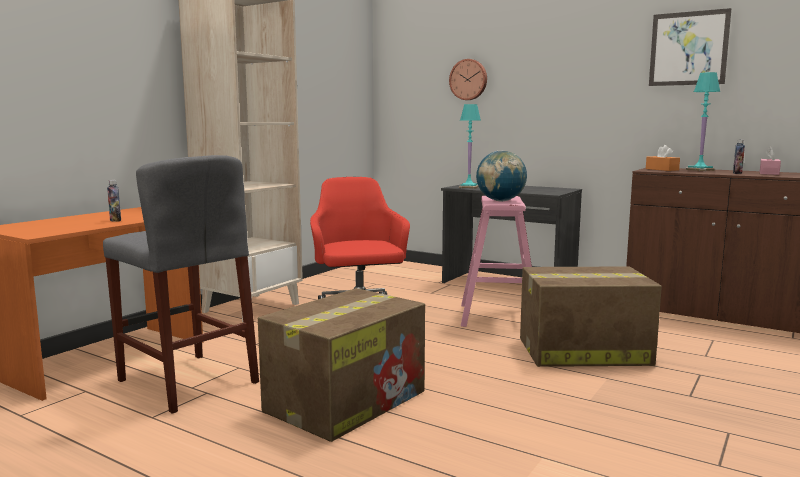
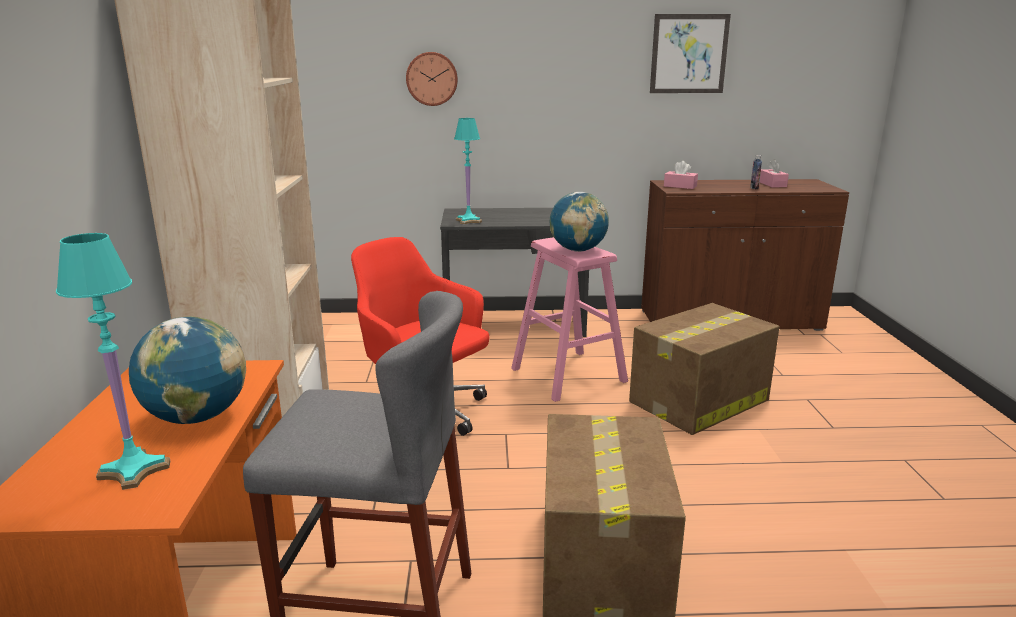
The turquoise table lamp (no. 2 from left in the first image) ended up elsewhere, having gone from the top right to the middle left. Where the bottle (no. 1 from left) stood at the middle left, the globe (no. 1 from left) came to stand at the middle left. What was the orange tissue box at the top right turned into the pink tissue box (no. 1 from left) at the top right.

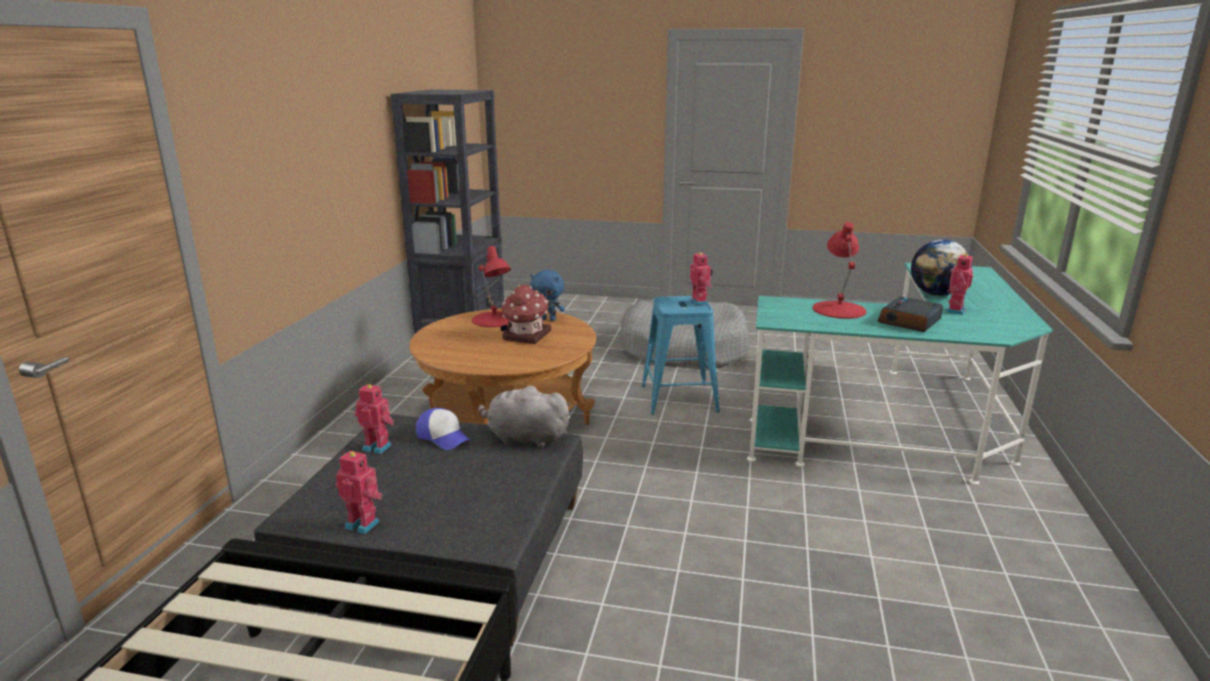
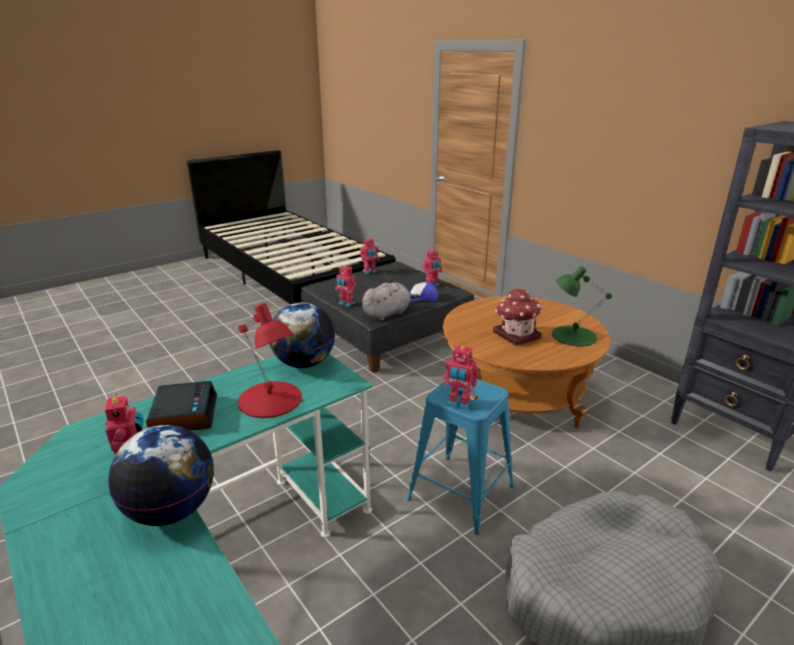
The second view gained the globe (no. 2 from left) at the centre. The second view gained the toy robot (no. 2 from left) at the centre. What was the red table lamp (no. 1 from left) at the centre turned into the green table lamp at the middle right. The second view lost the blue plush toy at the centre.

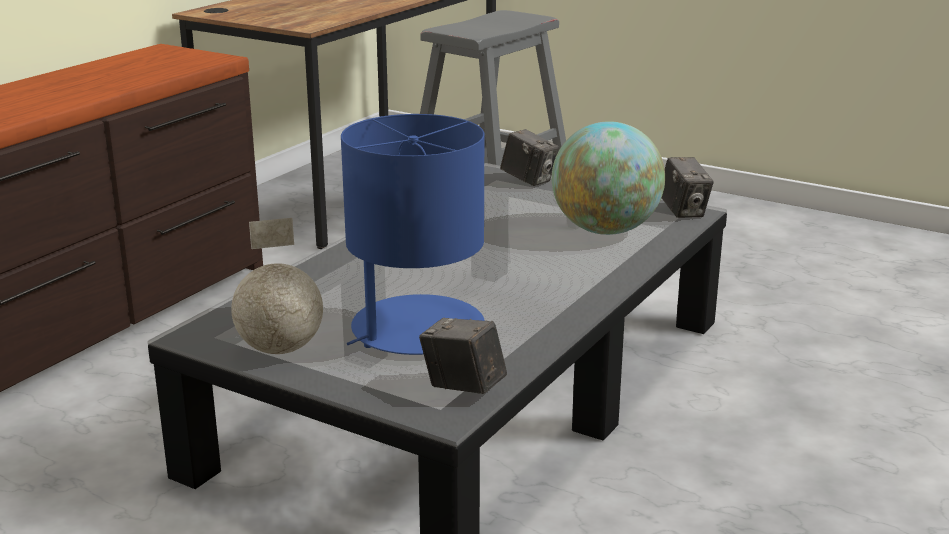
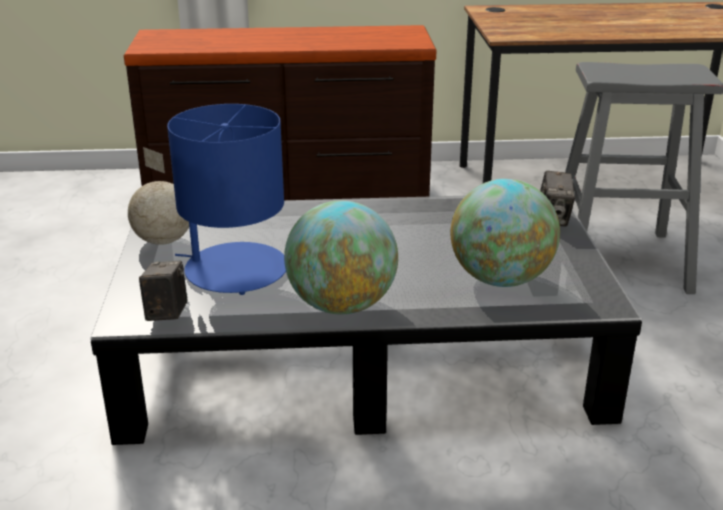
The second view gained the globe (no. 2 from left) at the centre. The second view lost the photo camera (no. 3 from left) at the middle right.

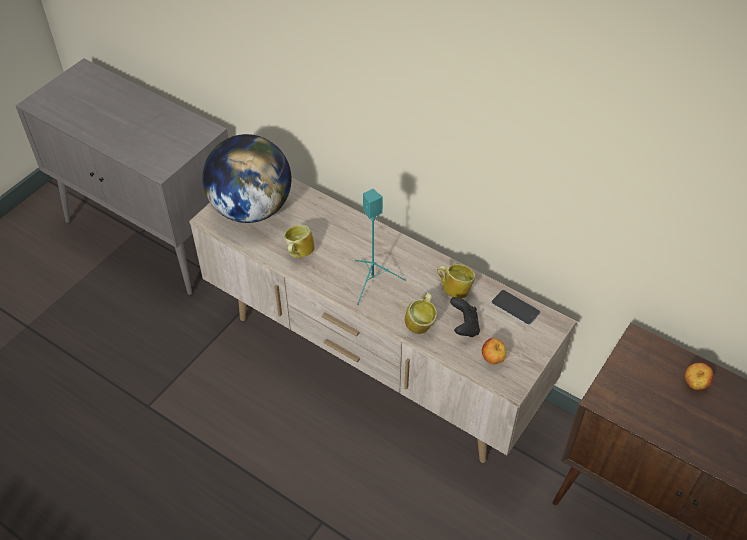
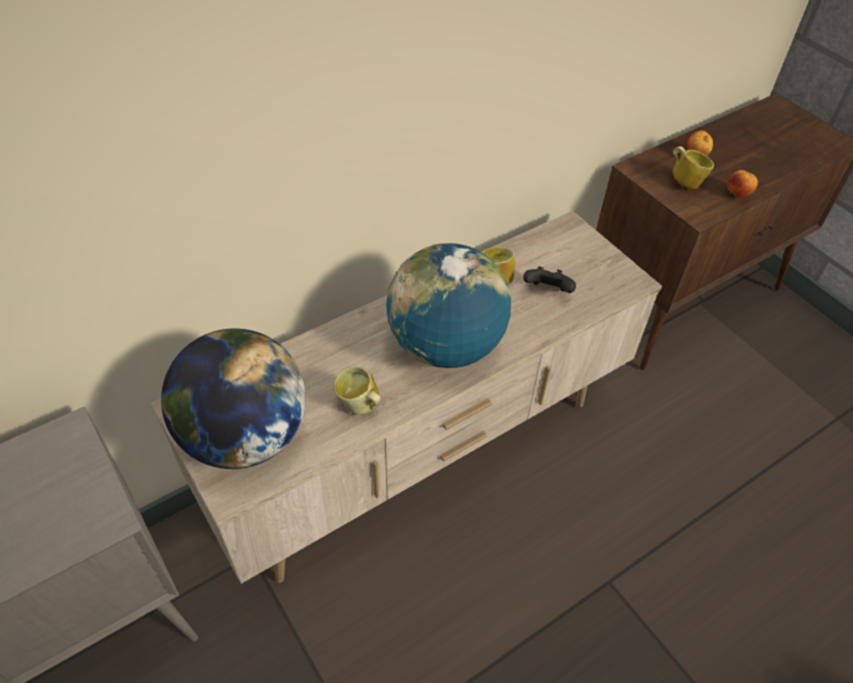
Where the turquoise speaker stood at the centre, the globe (no. 2 from left) came to stand at the centre. The mug (no. 2 from left in the first image) ended up elsewhere, having gone from the centre to the top right. The apple (no. 1 from left in the first image) ended up elsewhere, having gone from the centre to the top right. The second view lost the phone at the middle right.

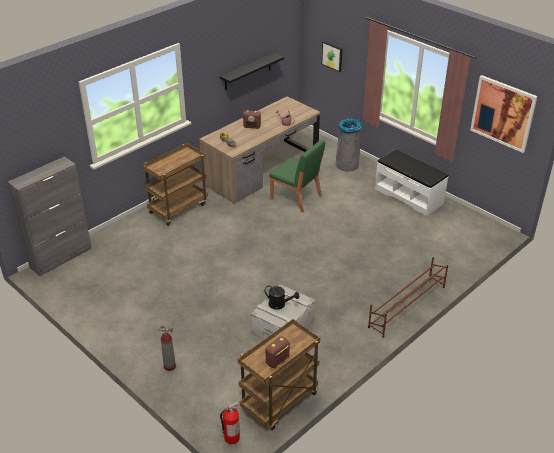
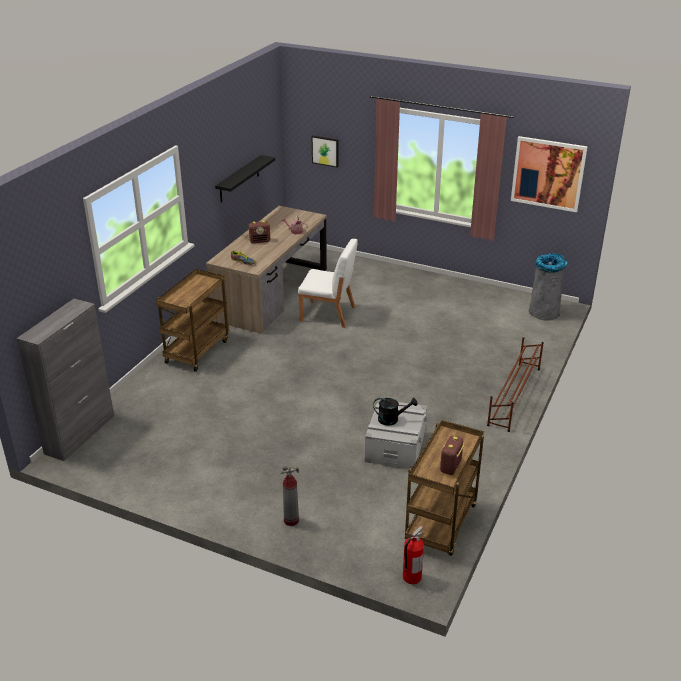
What was the green chair at the centre turned into the white chair at the centre. The grey trash can ended up elsewhere, having gone from the top centre to the middle right. The second view lost the white bench at the middle right.

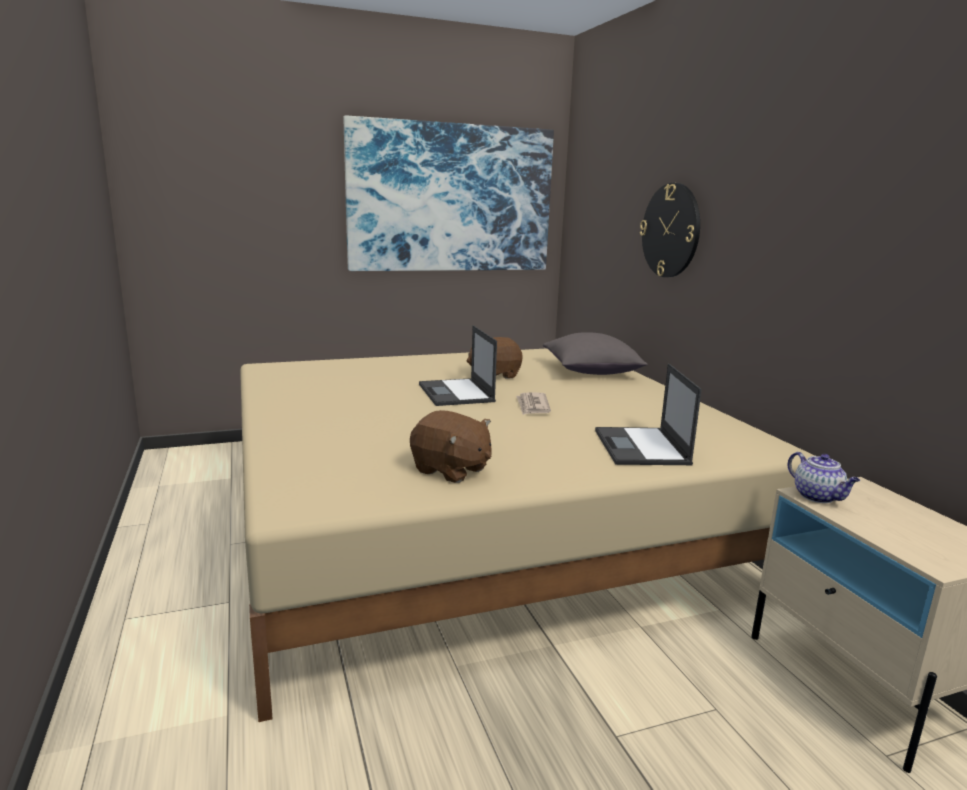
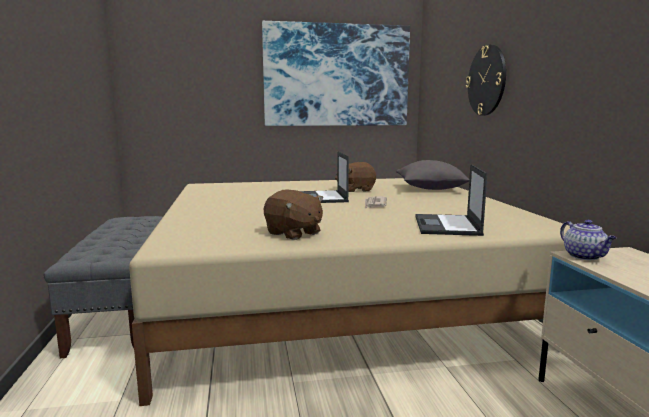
The second view gained the grey bench at the bottom left.

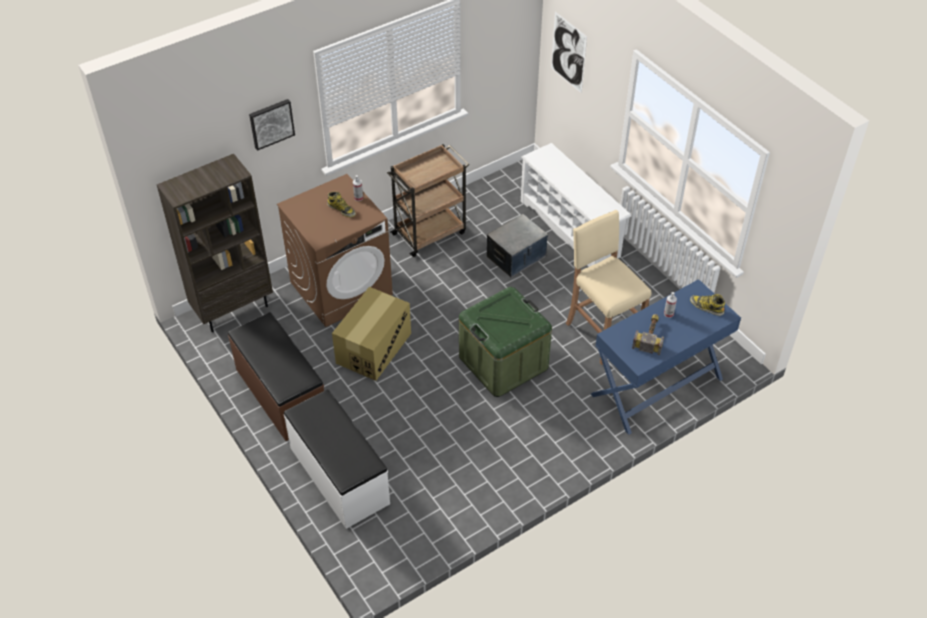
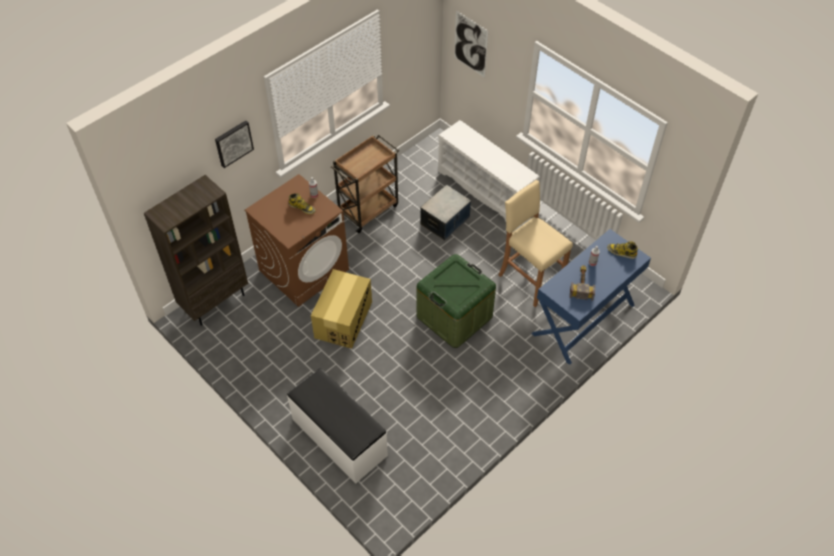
The second view lost the brown bench at the middle left.

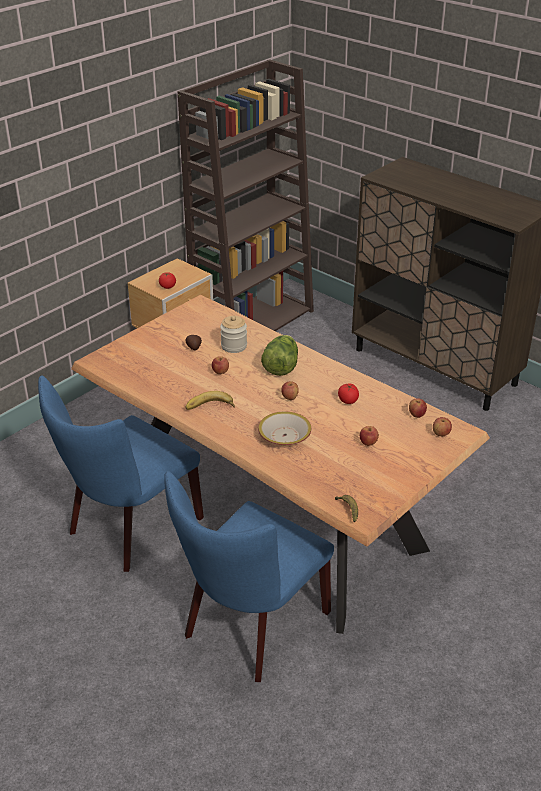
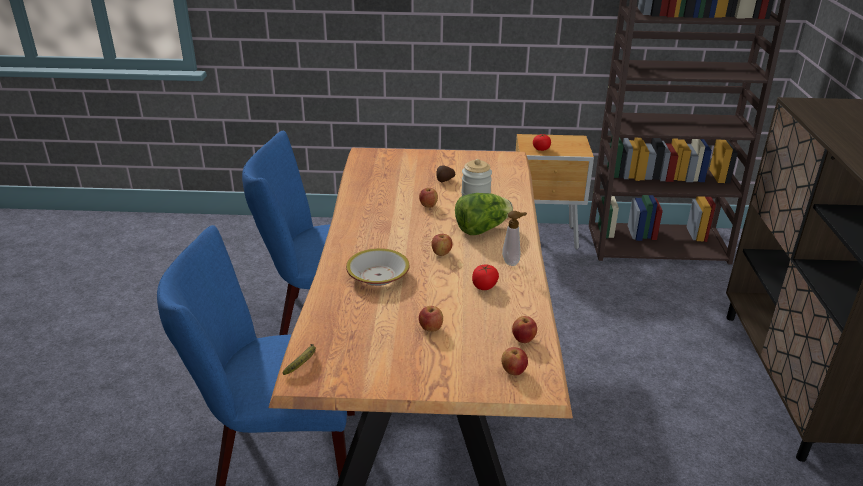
The second view gained the soap dispenser at the centre. The second view lost the banana (no. 1 from left) at the centre.

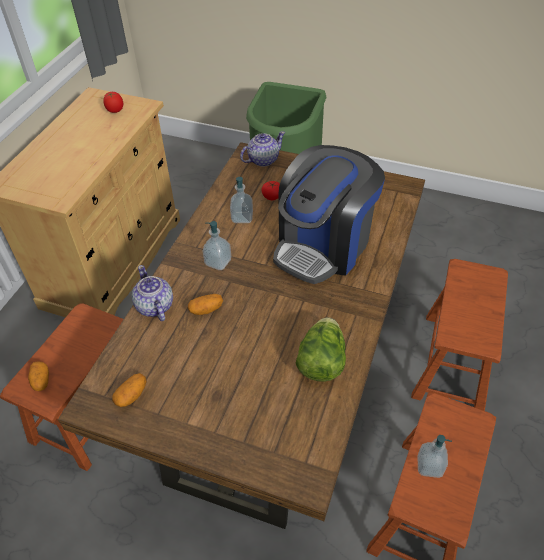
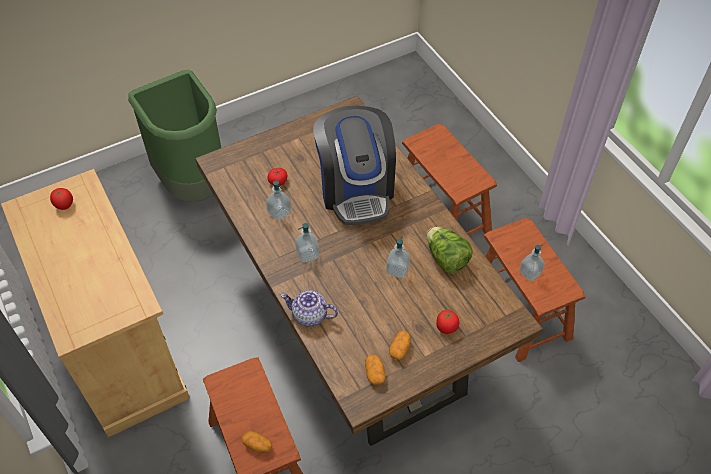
The second view gained the soap dispenser (no. 3 from left) at the centre. The potato (no. 3 from left) ended up elsewhere, having gone from the centre to the bottom centre. The second view gained the tomato (no. 3 from left) at the bottom centre. The second view lost the teapot (no. 2 from left) at the top centre.

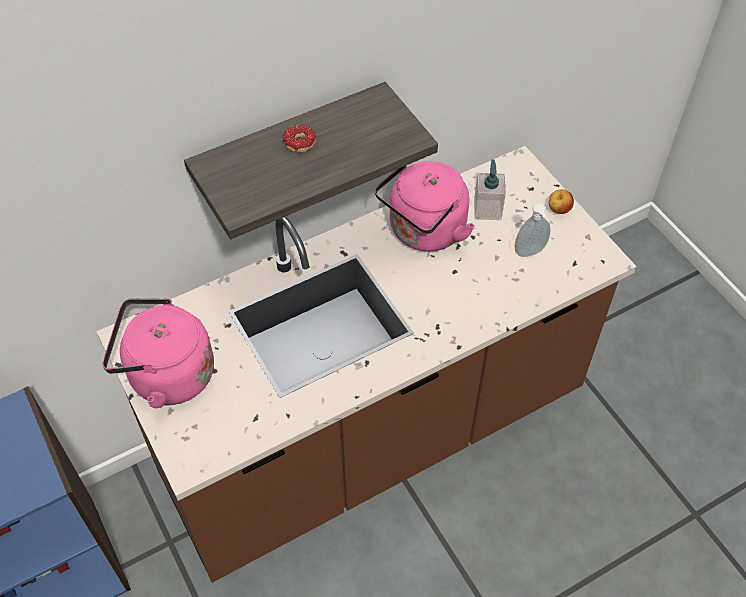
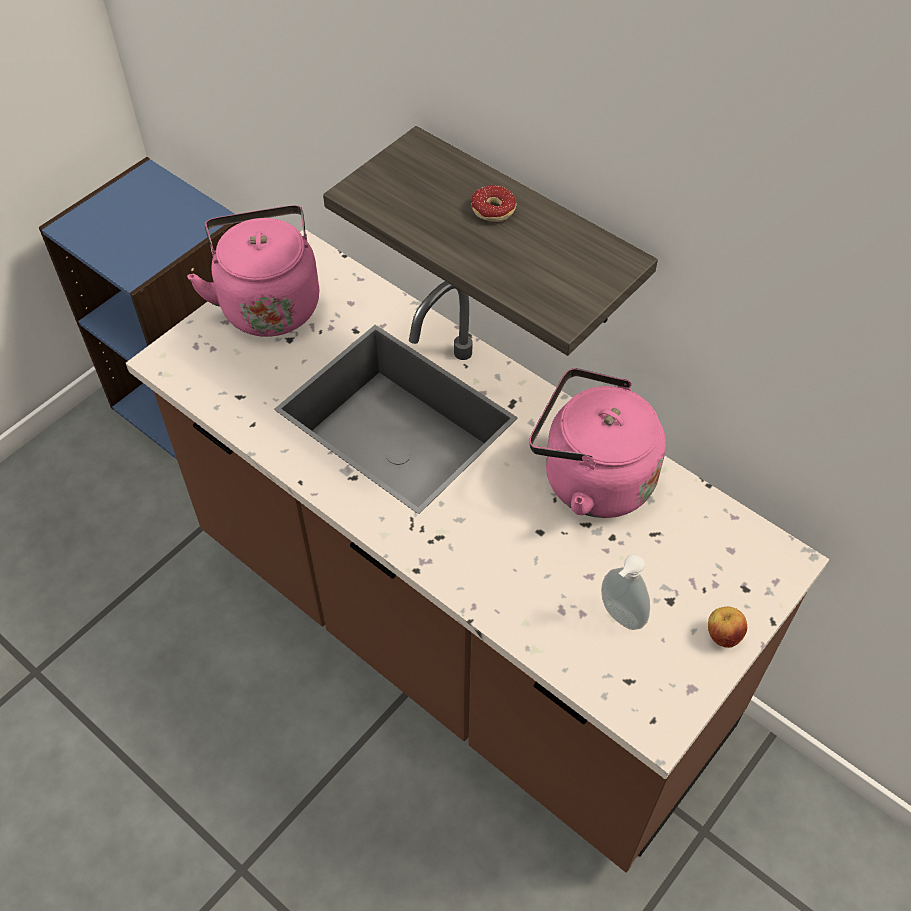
The second view lost the soap dispenser (no. 1 from left) at the top centre.

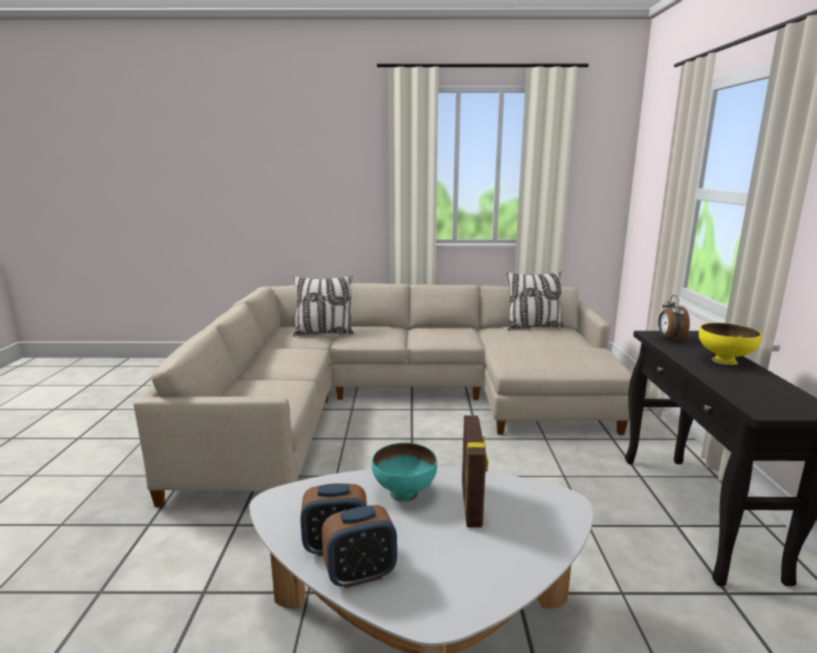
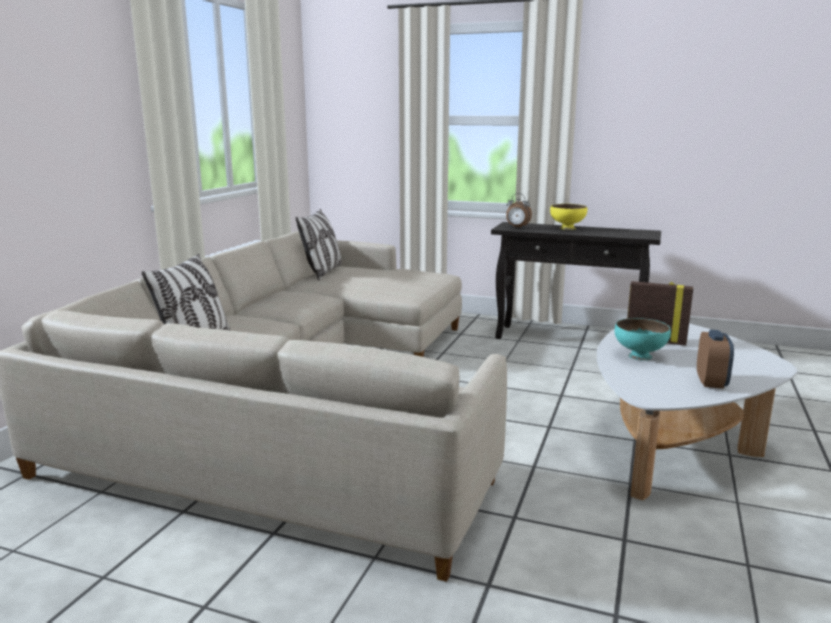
The second view lost the alarm clock (no. 2 from left) at the bottom centre.

